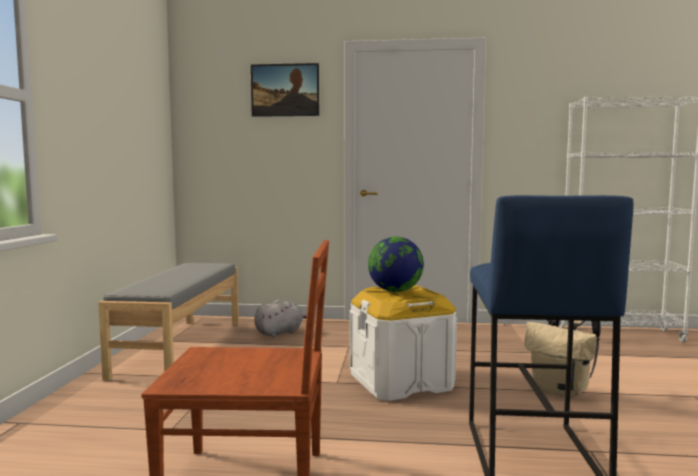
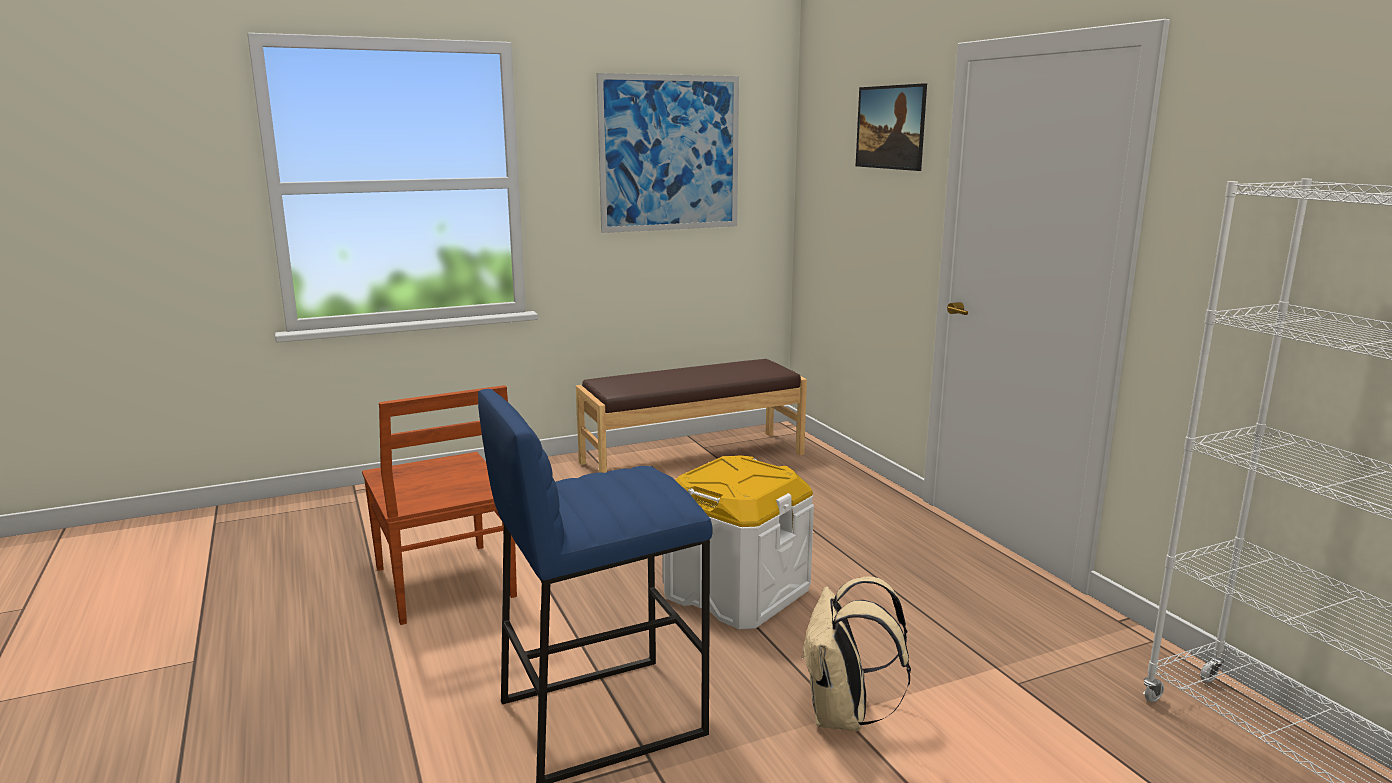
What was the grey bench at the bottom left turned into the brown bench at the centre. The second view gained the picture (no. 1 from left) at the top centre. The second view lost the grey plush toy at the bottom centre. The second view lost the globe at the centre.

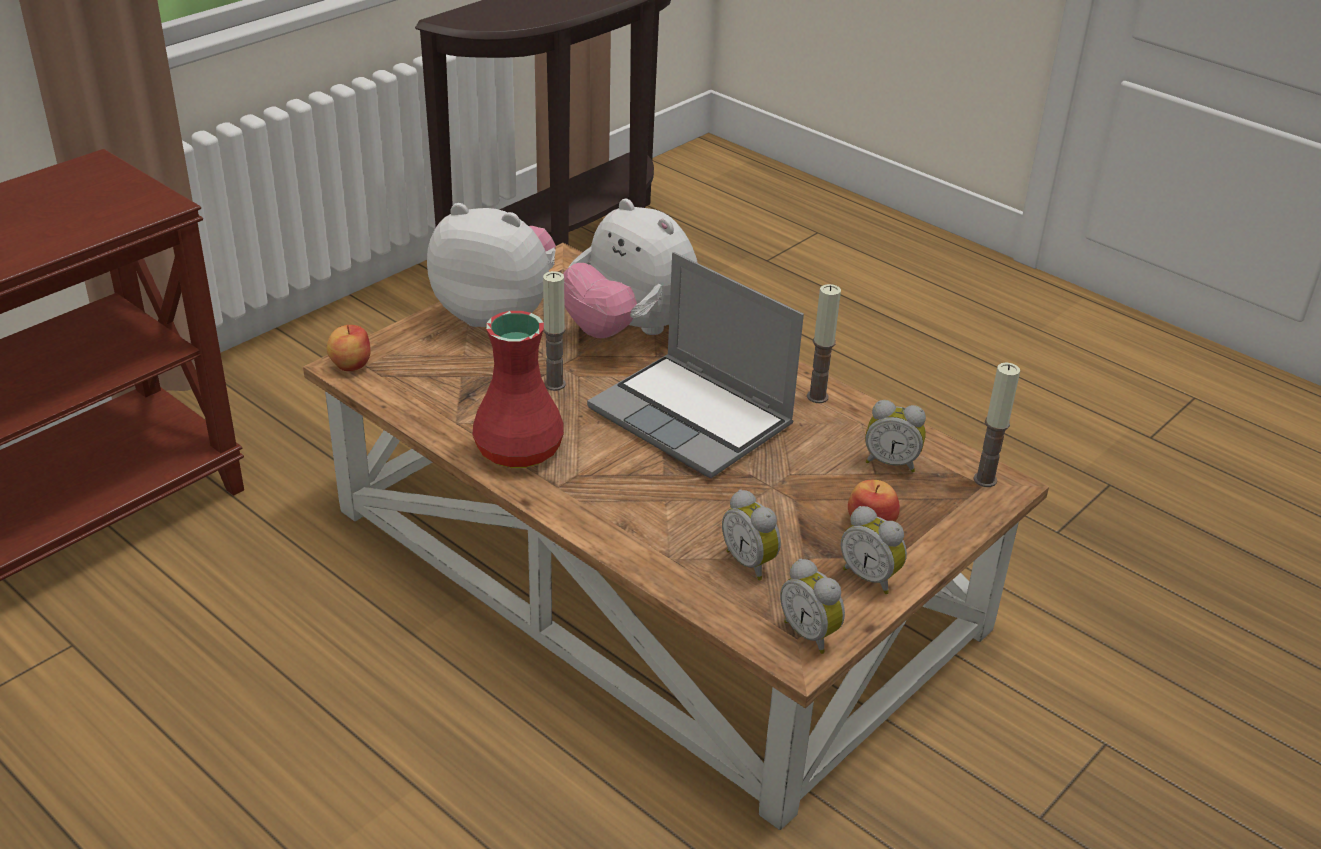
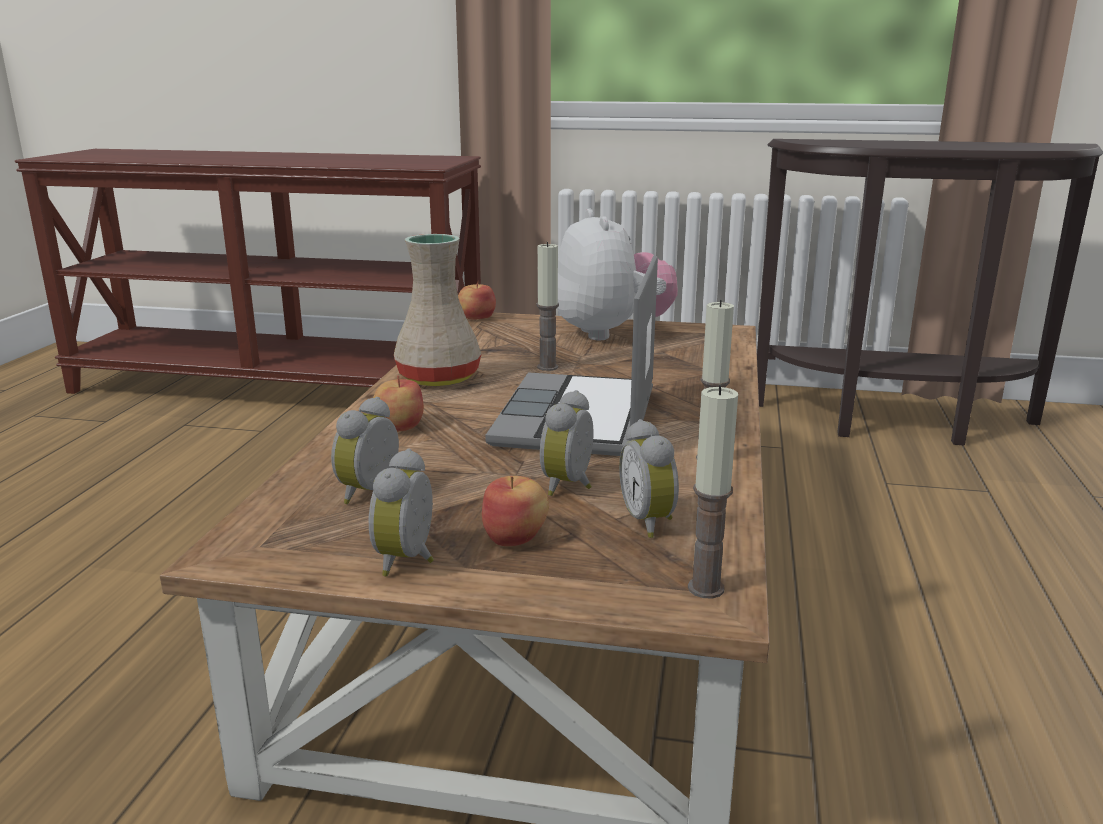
The second view gained the apple (no. 1 from left) at the centre. What was the red vase at the centre turned into the beige vase at the centre. The alarm clock (no. 2 from left in the first image) ended up elsewhere, having gone from the bottom centre to the centre. The second view lost the plush toy (no. 2 from left) at the top centre.

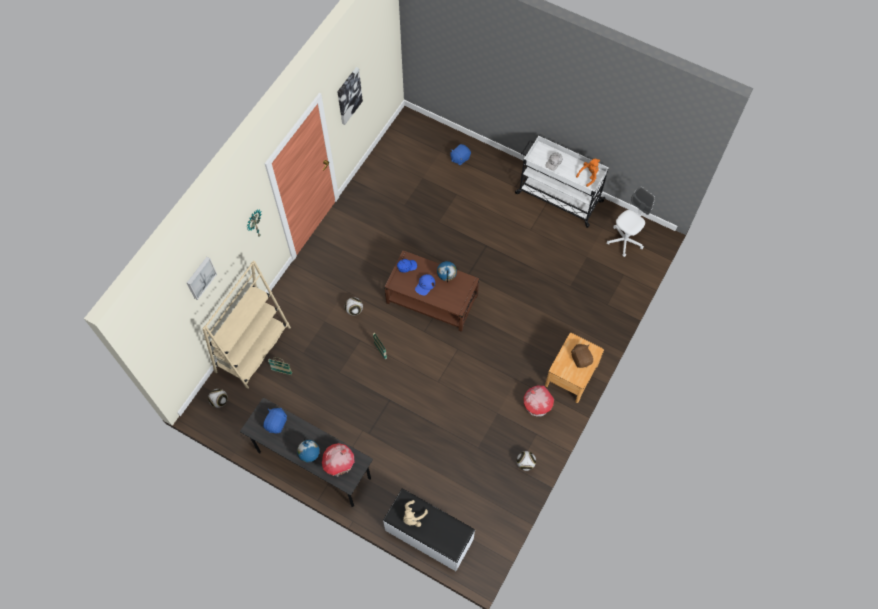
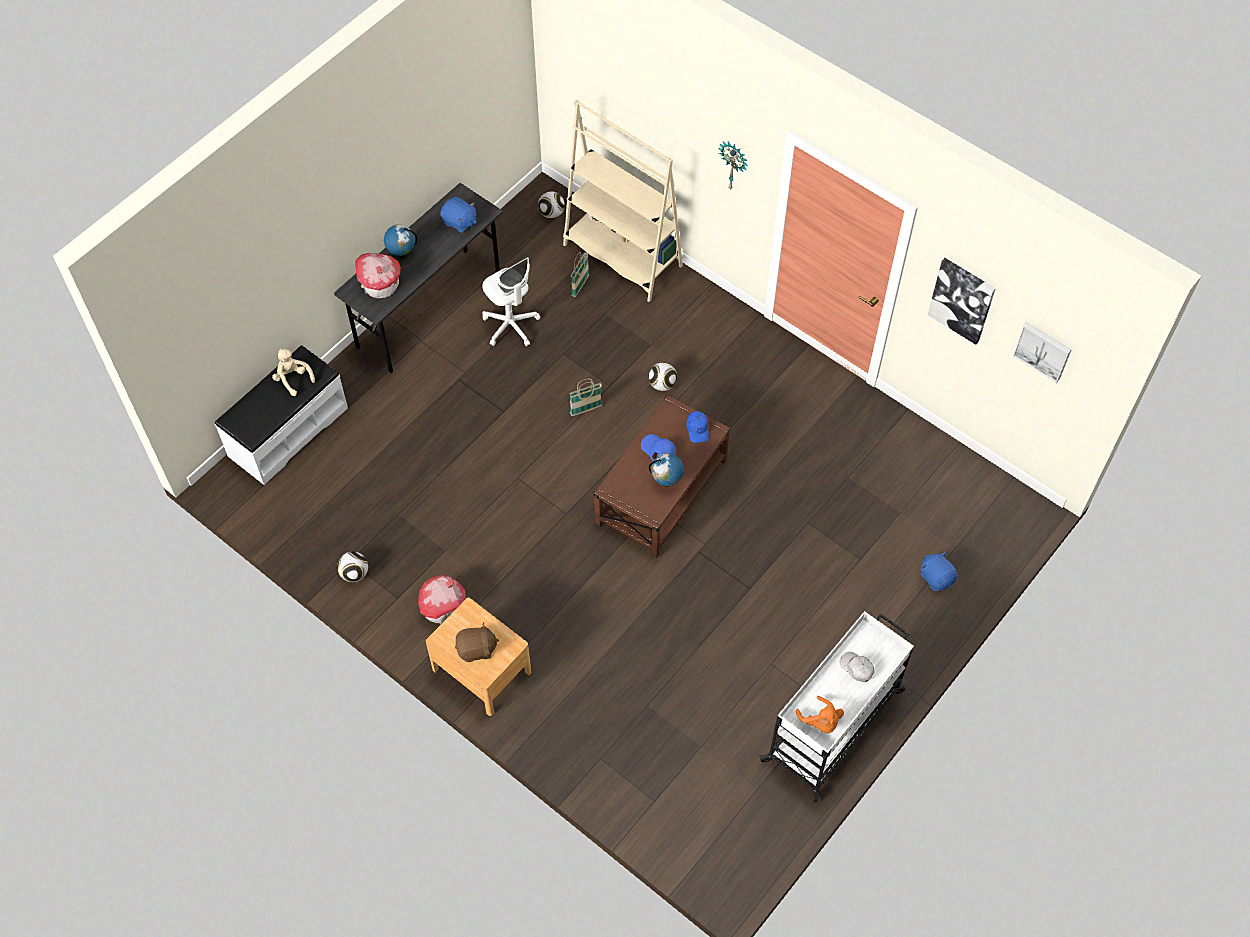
The white office chair ended up elsewhere, having gone from the middle right to the top centre. The picture (no. 1 from left in the first image) ended up elsewhere, having gone from the middle left to the middle right.

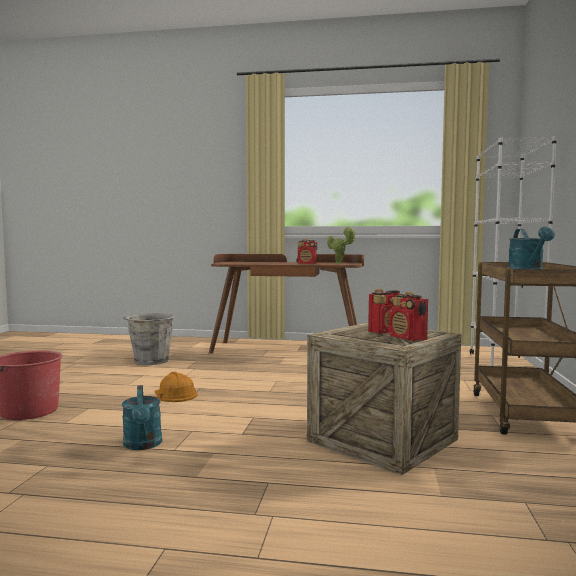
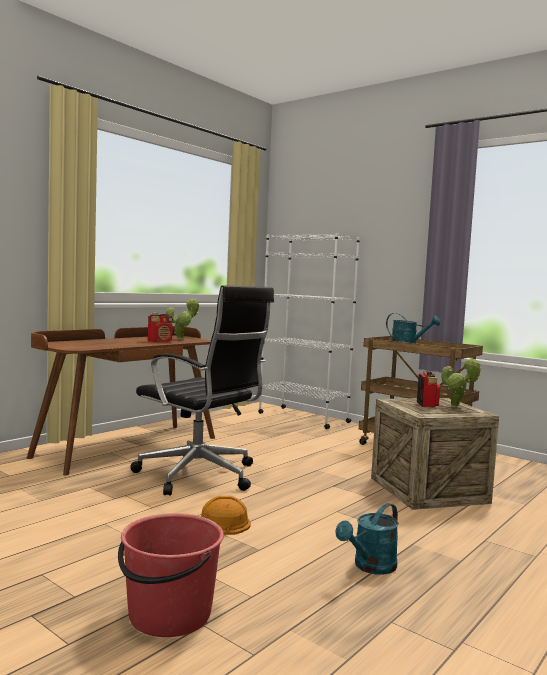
The second view gained the black office chair at the centre. The turquoise watering can (no. 1 from left) at the bottom left ended up facing another way, 120 degrees clockwise from before. Where the radio (no. 3 from left) stood at the middle right, the potted plant (no. 2 from left) came to stand at the middle right. The second view lost the grey bucket at the middle left.

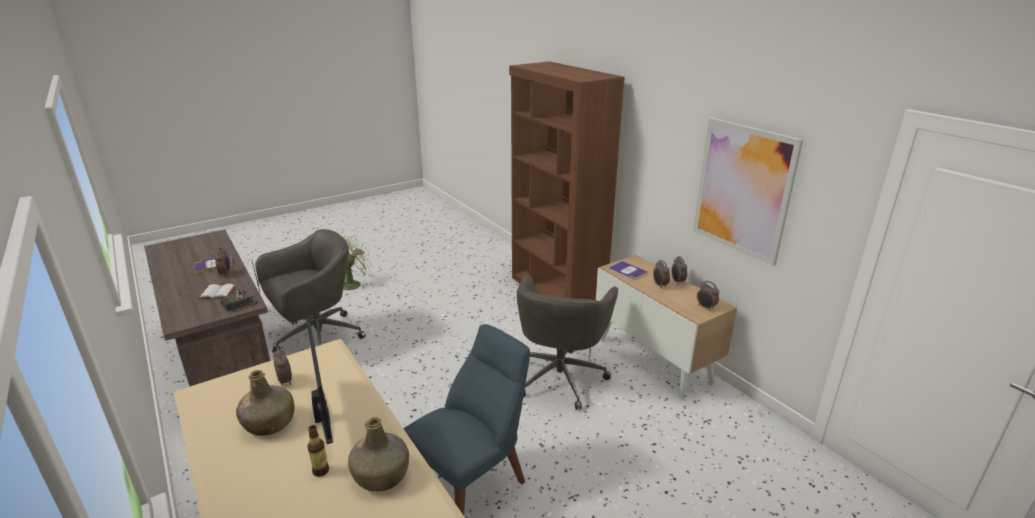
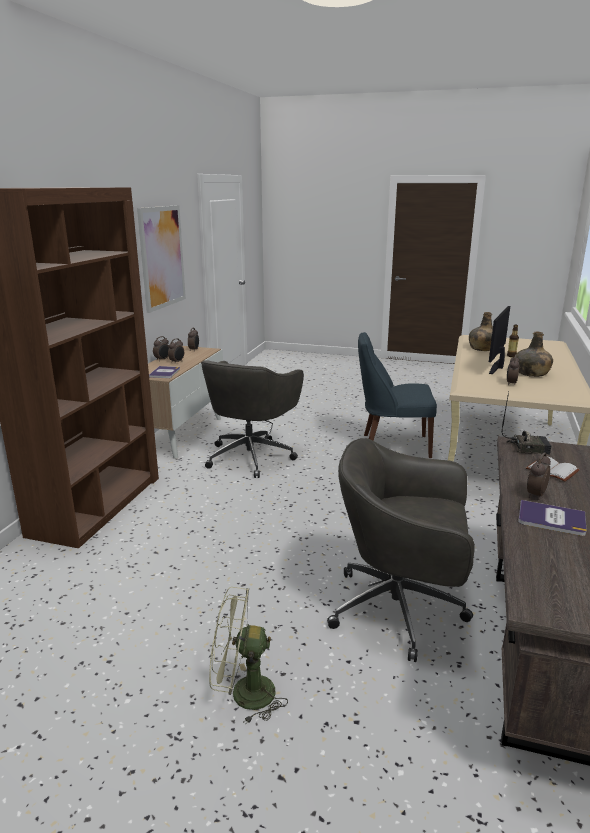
The grey office chair (no. 2 from left in the first image) at the centre ended up facing another way, 135 degrees clockwise from before.

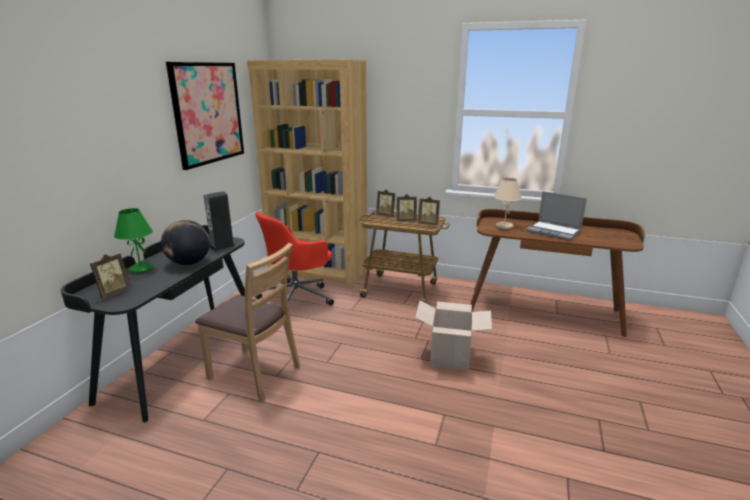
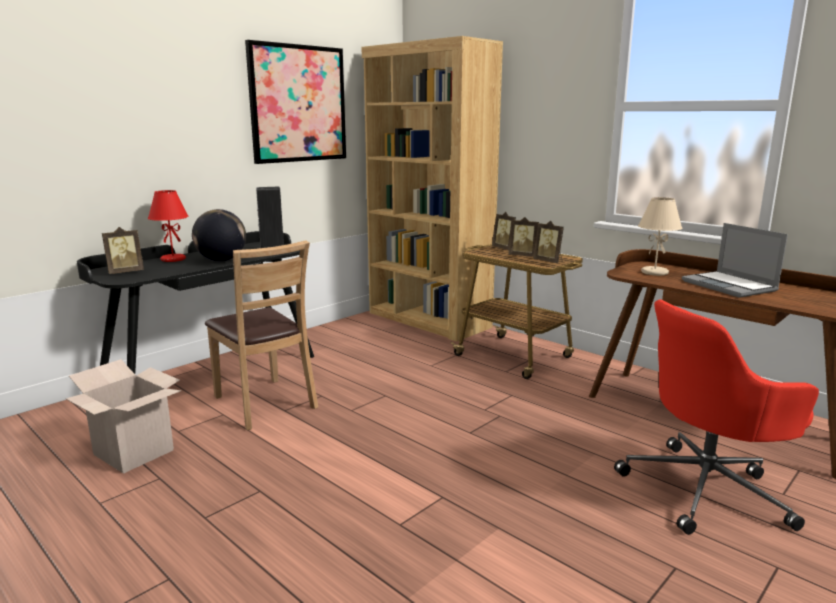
The cardboard box ended up elsewhere, having gone from the bottom centre to the bottom left. What was the green table lamp at the middle left turned into the red table lamp at the middle left. The red office chair ended up elsewhere, having gone from the centre to the bottom right.

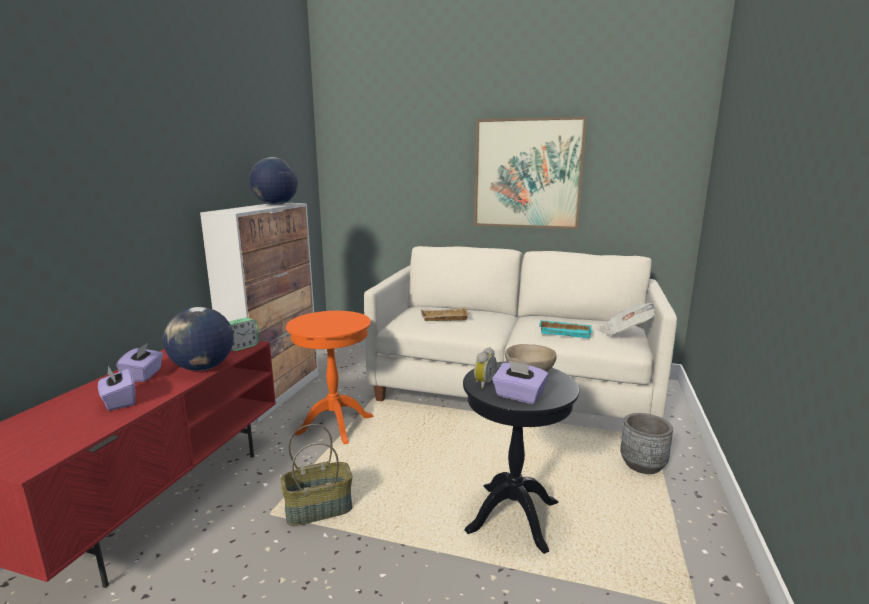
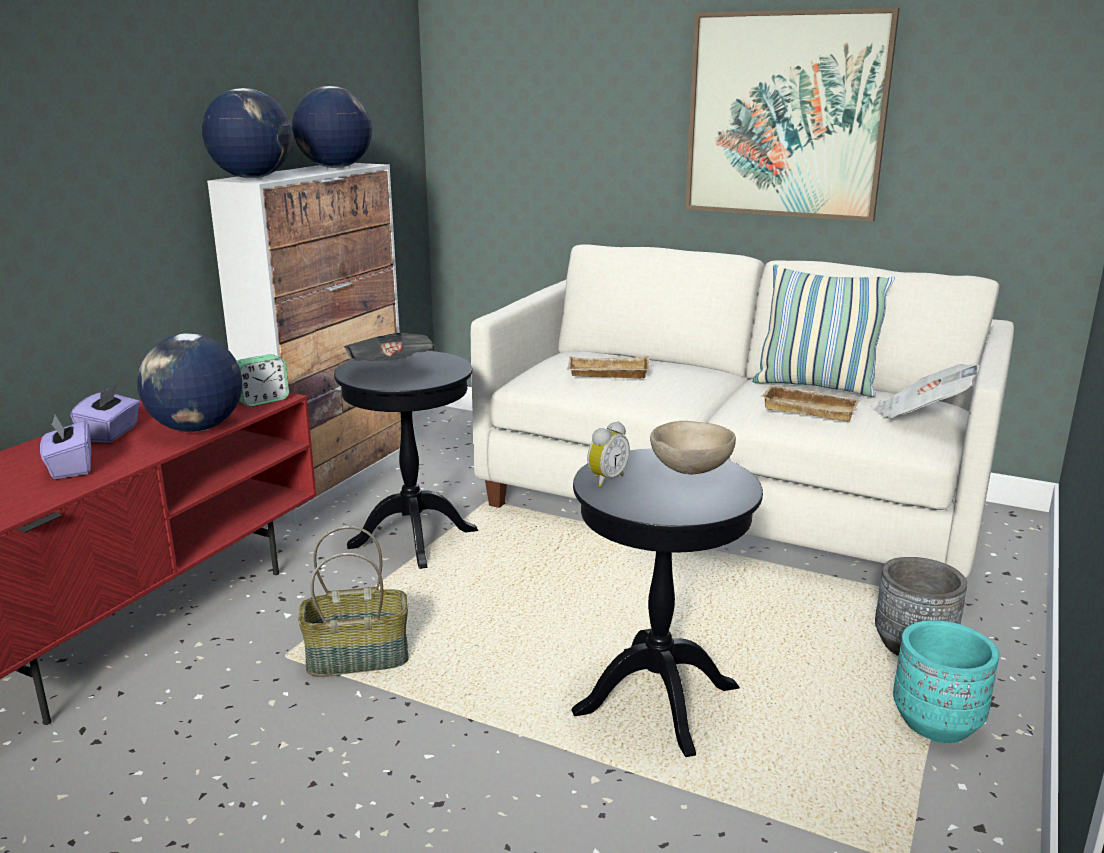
The second view gained the globe (no. 2 from left) at the top left. What was the orange side table at the centre turned into the black side table (no. 1 from left) at the centre. The second view gained the newspaper (no. 1 from left) at the centre. The second view gained the pillow at the middle right. What was the turquoise tray at the centre turned into the beige tray (no. 2 from left) at the middle right. The second view gained the turquoise planter at the bottom right. The second view lost the purple tissue box (no. 3 from left) at the centre.

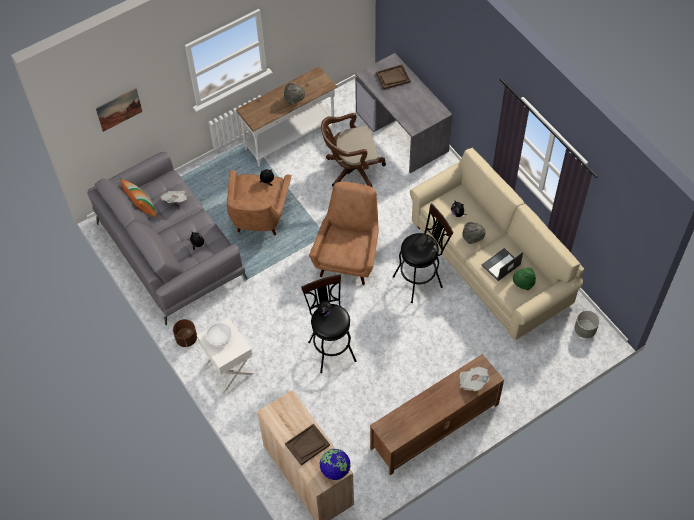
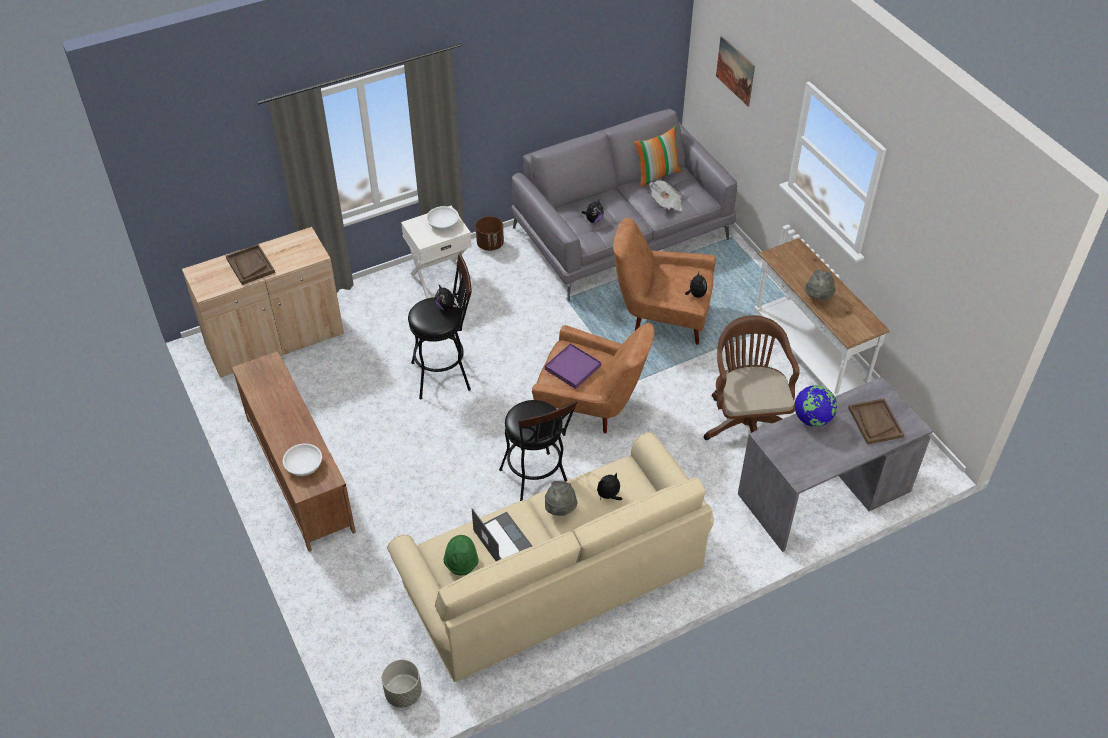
Where the newspaper (no. 2 from left) stood at the bottom right, the white bowl (no. 1 from left) came to stand at the middle left. The second view gained the purple tray at the centre. The globe ended up elsewhere, having gone from the bottom centre to the middle right.

